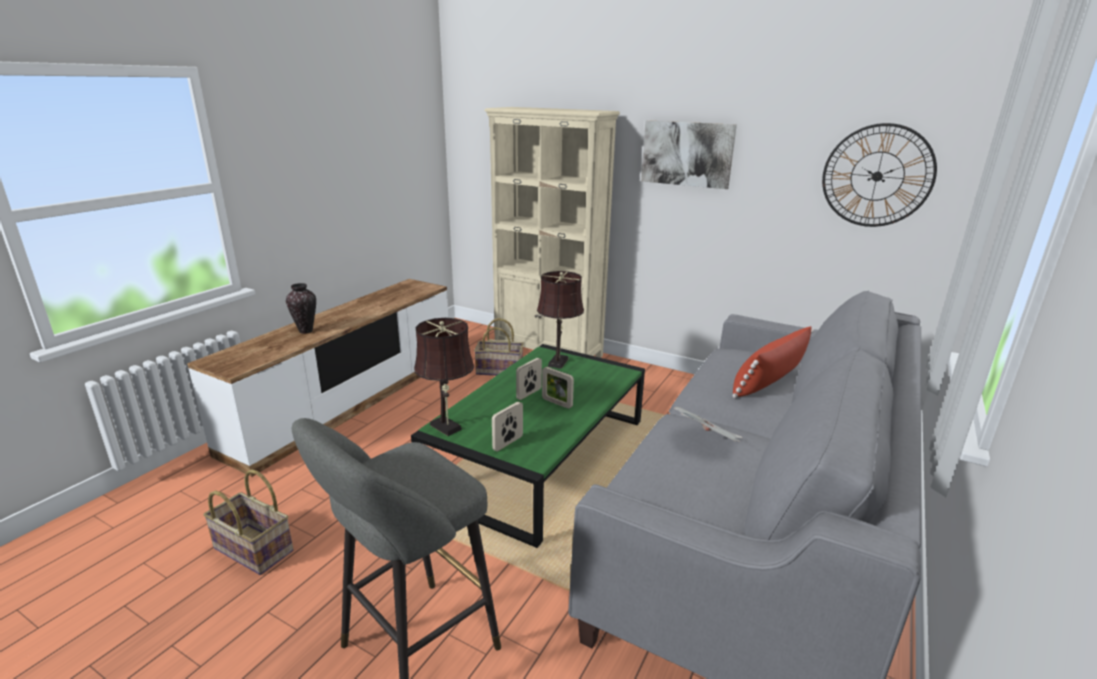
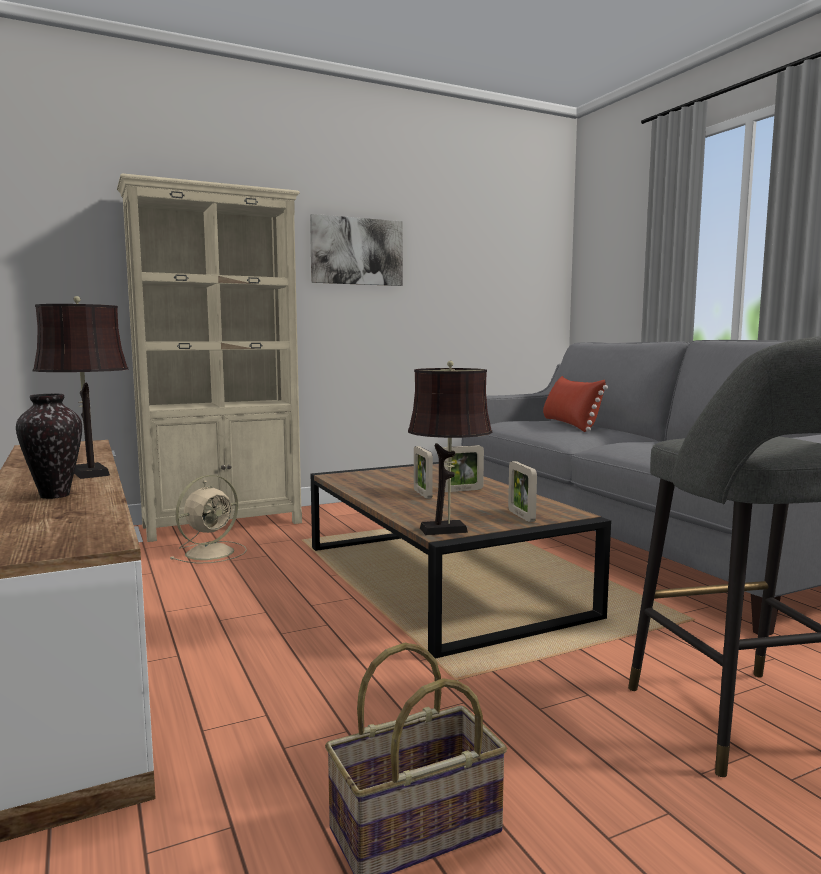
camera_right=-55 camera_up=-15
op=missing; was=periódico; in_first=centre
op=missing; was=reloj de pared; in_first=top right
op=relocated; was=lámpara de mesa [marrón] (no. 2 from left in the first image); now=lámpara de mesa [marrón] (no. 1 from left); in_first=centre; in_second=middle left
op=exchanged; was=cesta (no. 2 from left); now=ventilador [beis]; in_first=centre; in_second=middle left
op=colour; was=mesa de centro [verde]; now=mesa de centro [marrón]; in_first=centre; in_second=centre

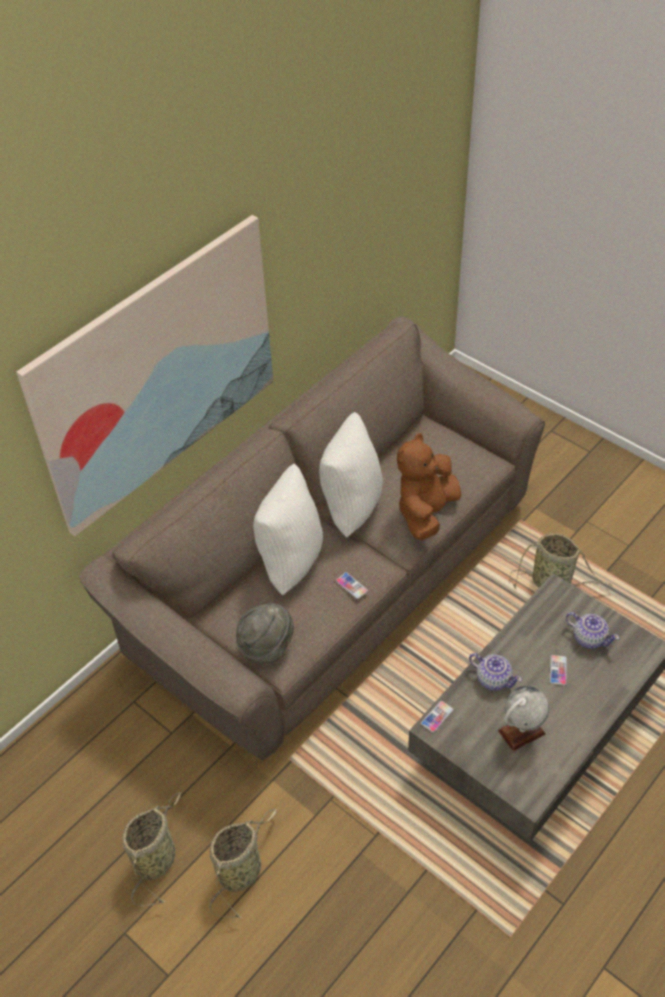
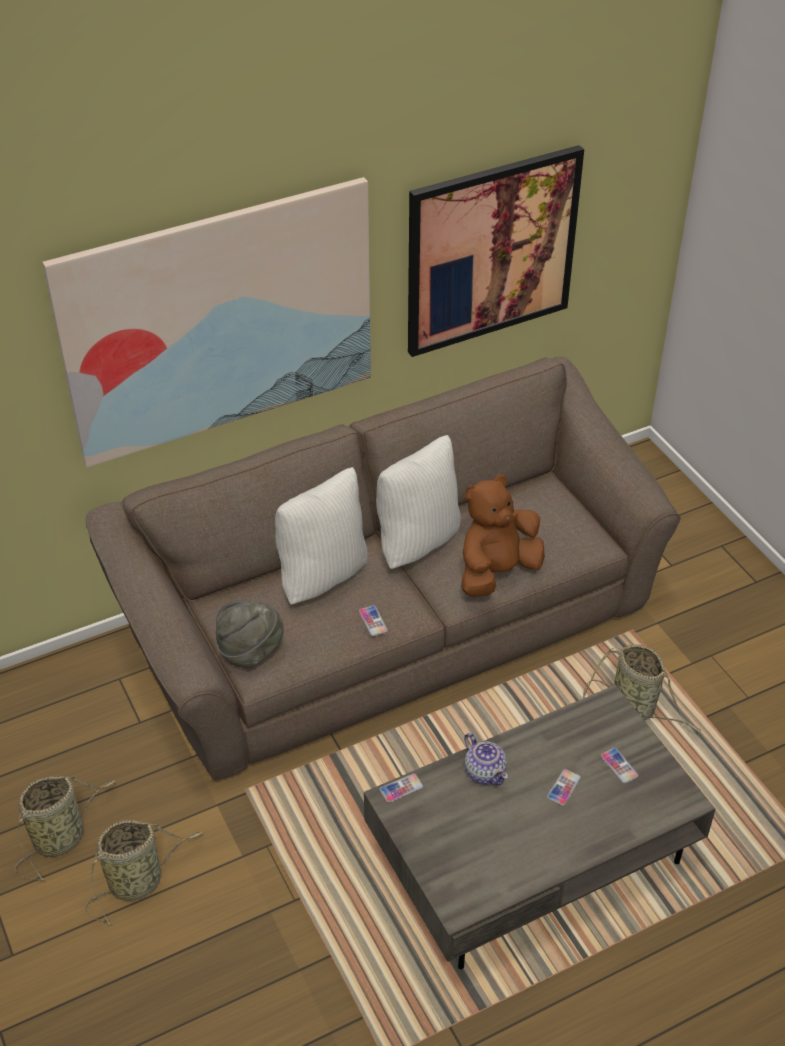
camera_right=20 camera_up=-5
op=missing; was=globo terráqueo; in_first=bottom right
op=appeared; now=cuadro (no. 2 from left); in_second=top centre
op=exchanged; was=tetera (no. 2 from left); now=móvil (no. 4 from left); in_first=middle right; in_second=bottom right

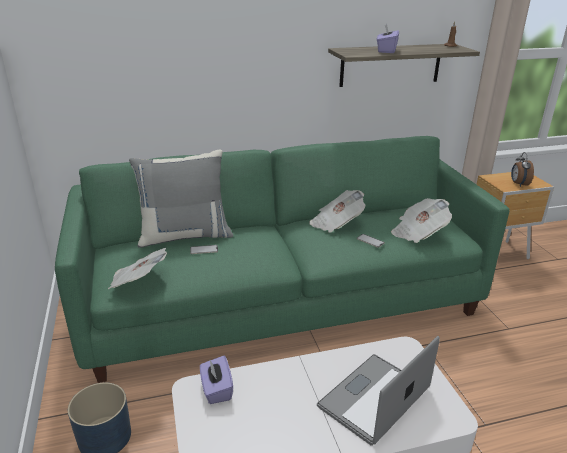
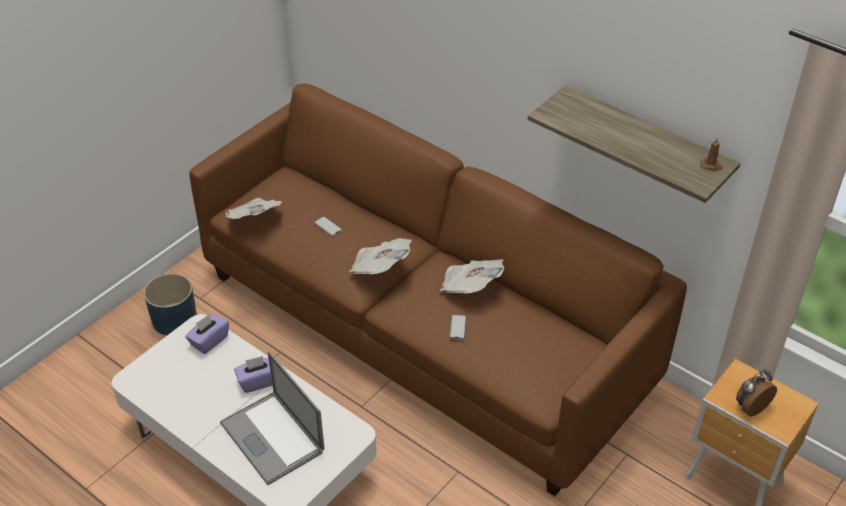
camera_right=55 camera_up=15
op=missing; was=cojín [gris]; in_first=middle left
op=relocated; was=caja de pañuelos [morado] (no. 2 from left); in_first=top right; in_second=bottom left
op=relocated; was=periódico (no. 3 from left in the first image); now=periódico (no. 2 from left); in_first=middle right; in_second=centre
op=colour; was=sofá [verde]; now=sofá [marrón]; in_first=centre; in_second=centre
op=spun; was=portátil; in_first=bottom right; in_second=bottom left; clockwise=-135

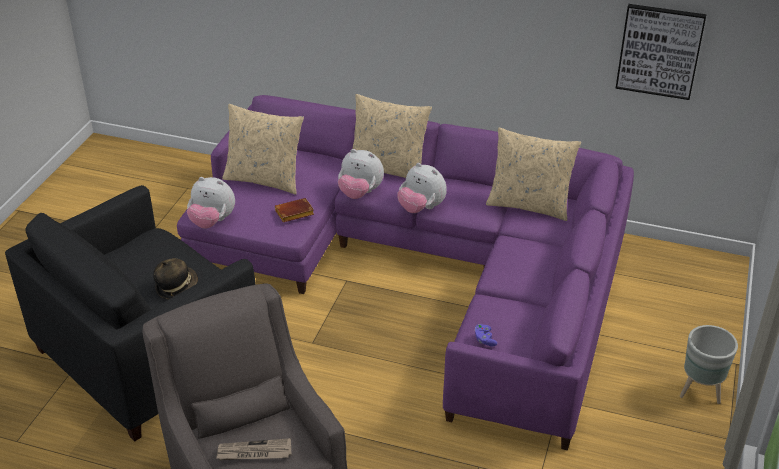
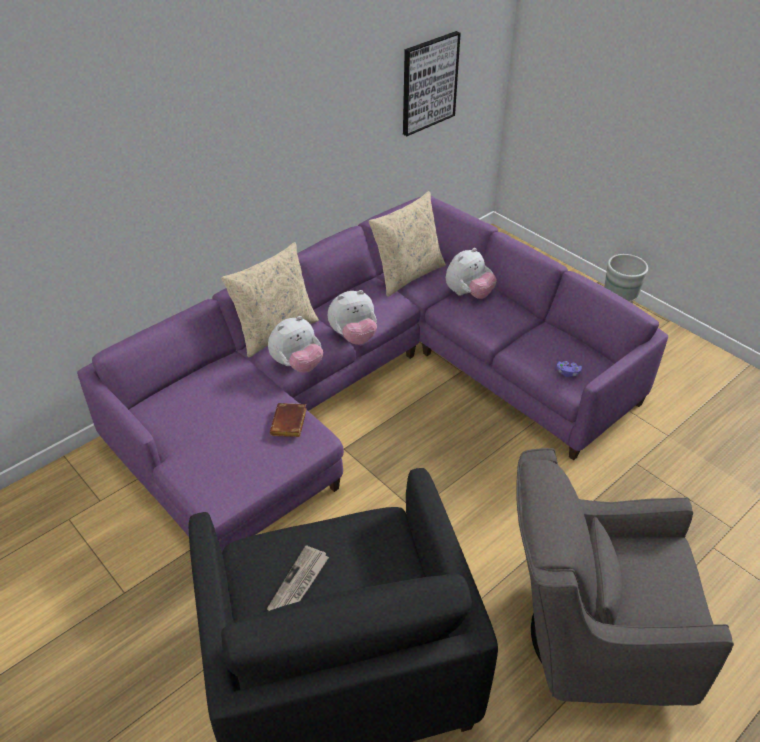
camera_right=-60 camera_up=5
op=missing; was=sombrero; in_first=middle left
op=missing; was=cojín [beis] (no. 1 from left); in_first=top centre
op=relocated; was=peluche (no. 1 from left in the first image); now=peluche (no. 3 from left); in_first=middle left; in_second=centre
op=relocated; was=periódico; in_first=bottom left; in_second=bottom centre

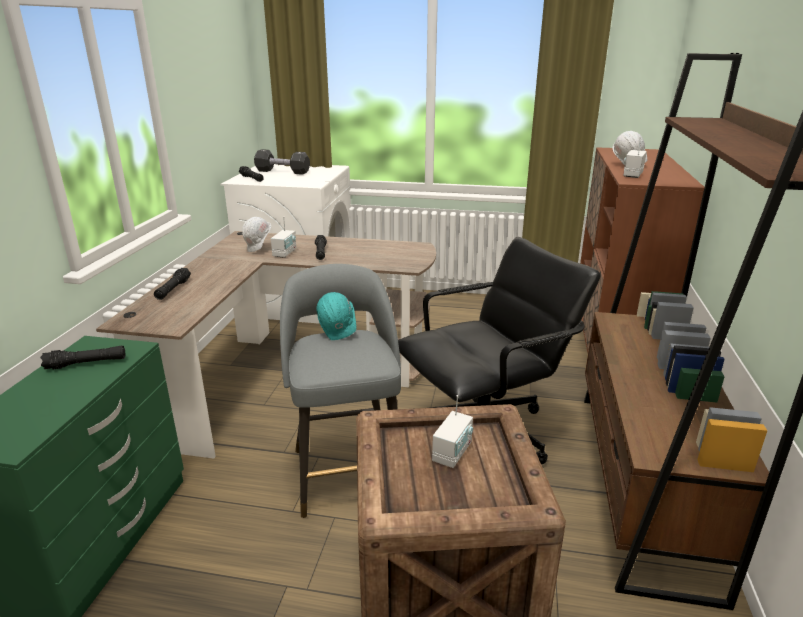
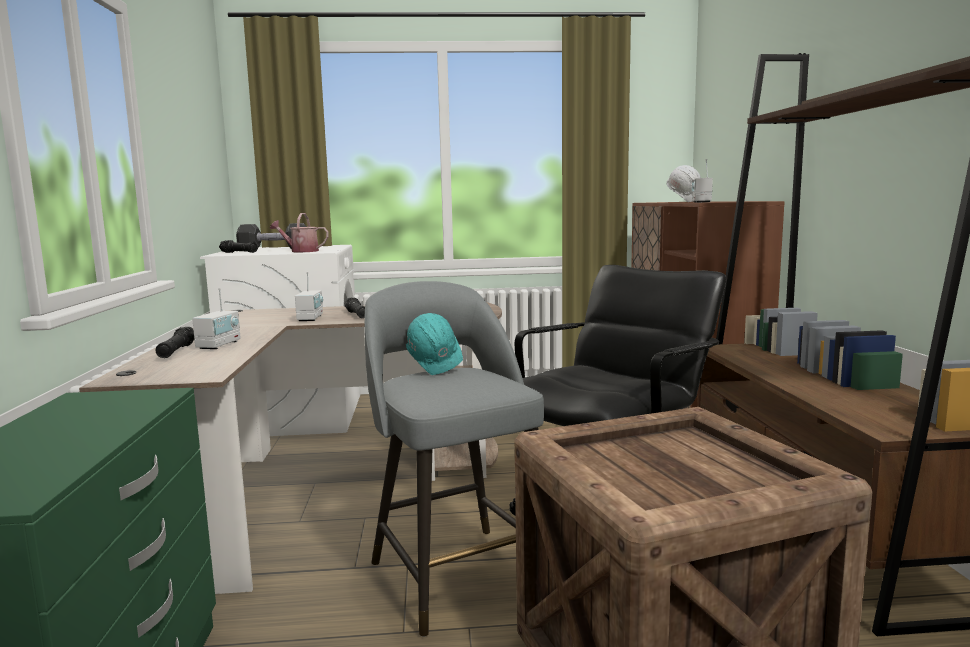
camera_right=-15 camera_up=-15
op=missing; was=linterna [negro] (no. 1 from left); in_first=middle left
op=missing; was=casco [blanco] (no. 1 from left); in_first=middle left
op=appeared; now=regadera; in_second=middle left
op=relocated; was=radio (no. 2 from left in the first image); now=radio (no. 1 from left); in_first=bottom centre; in_second=middle left

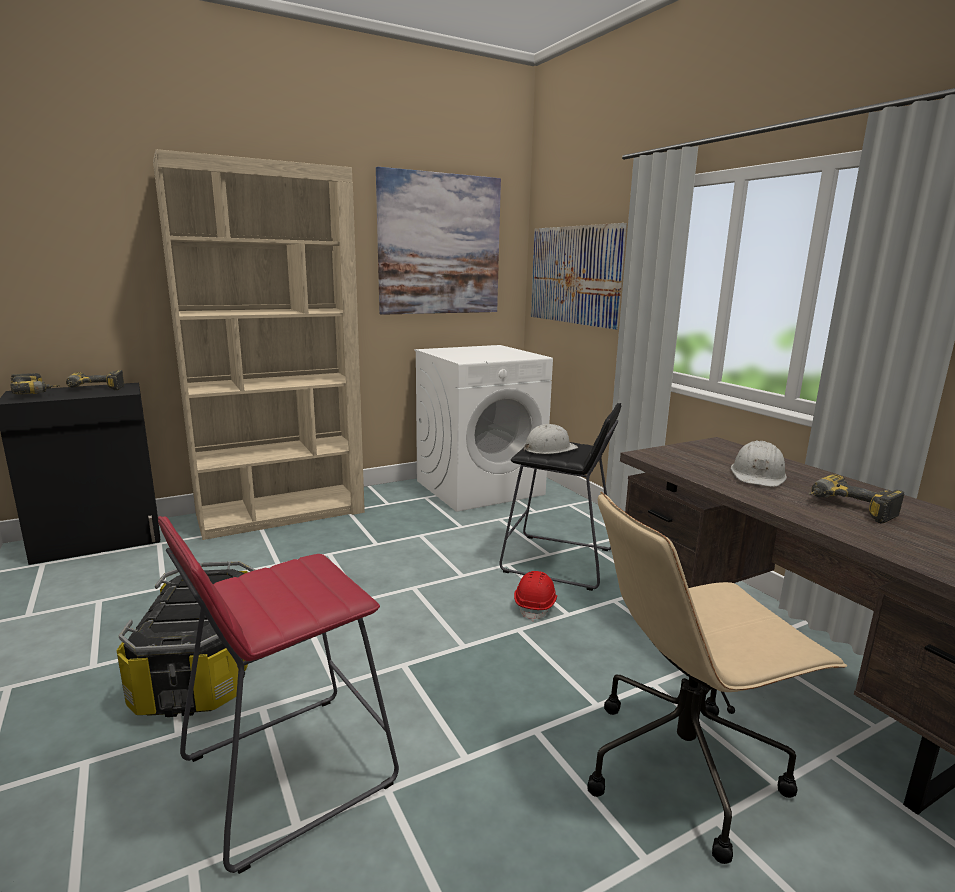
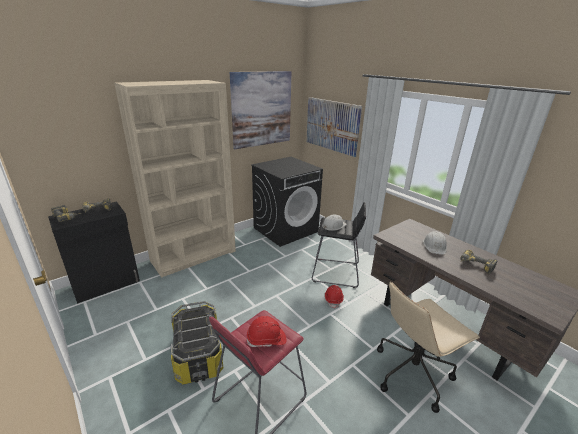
camera_right=-10 camera_up=10
op=appeared; now=casco [rojo] (no. 1 from left); in_second=bottom centre
op=colour; was=lavadora [blanco]; now=lavadora [negro]; in_first=centre; in_second=centre

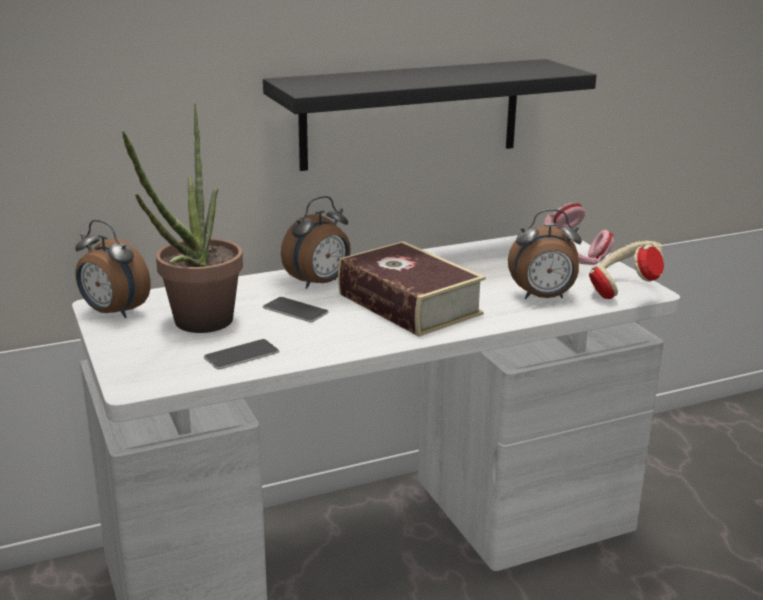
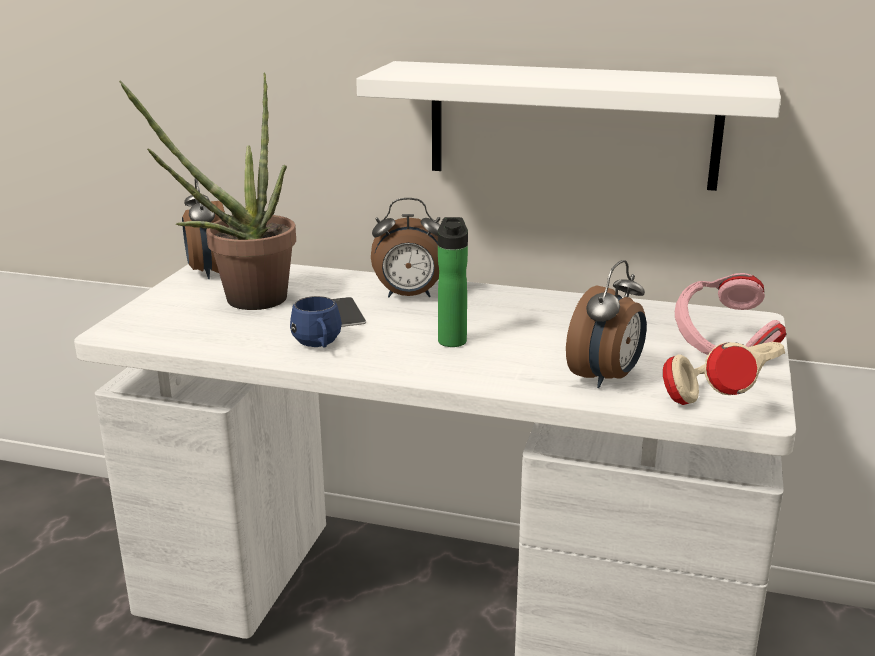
camera_right=40 camera_up=0
op=missing; was=móvil (no. 1 from left); in_first=middle left
op=appeared; now=taza grande [azul]; in_second=centre
op=exchanged; was=libro; now=botella; in_first=centre; in_second=centre
op=colour; was=estante [negro]; now=estante [blanco]; in_first=top centre; in_second=top centre
op=spun; was=despertador (no. 3 from left); in_first=middle right; in_second=middle right; clockwise=-90

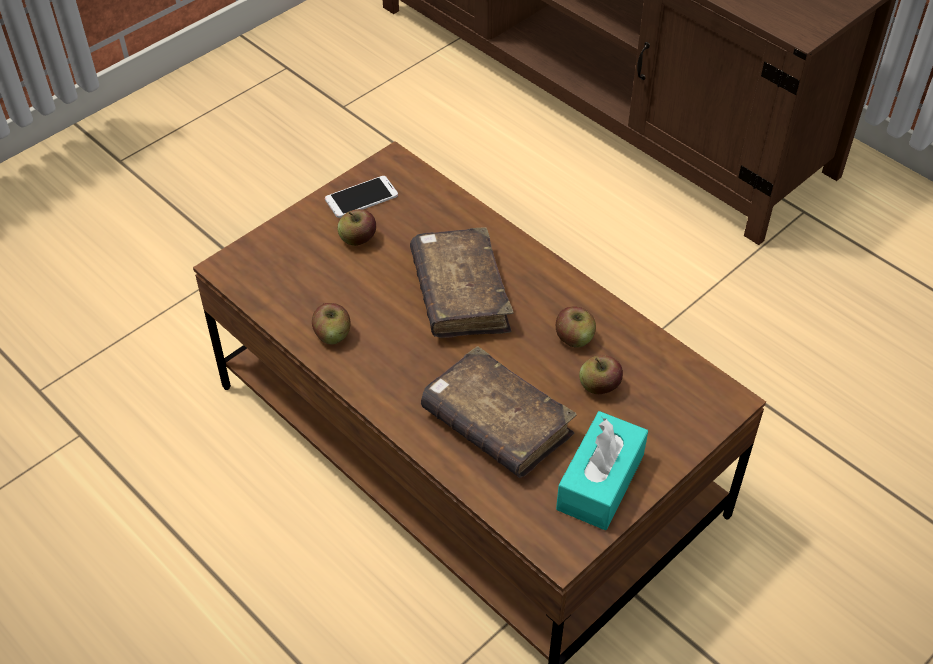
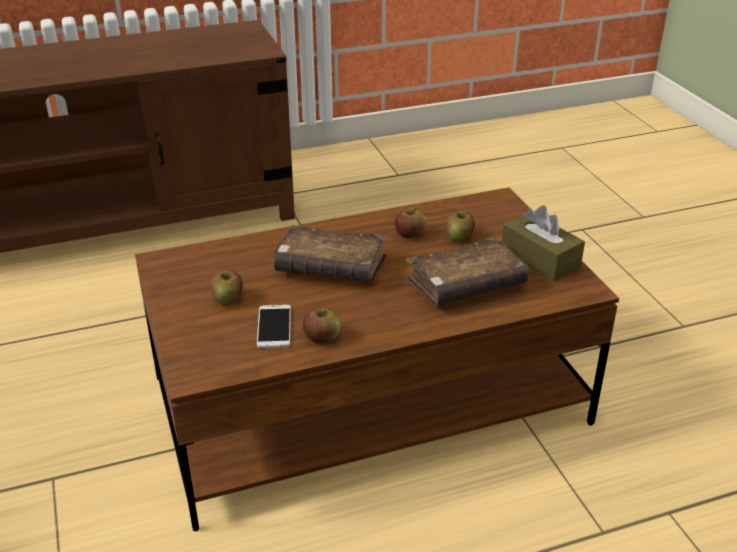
camera_right=-65 camera_up=-15
op=relocated; was=móvil; in_first=top centre; in_second=centre
op=colour; was=caja de pañuelos [turquesa]; now=caja de pañuelos [marrón]; in_first=bottom centre; in_second=middle right

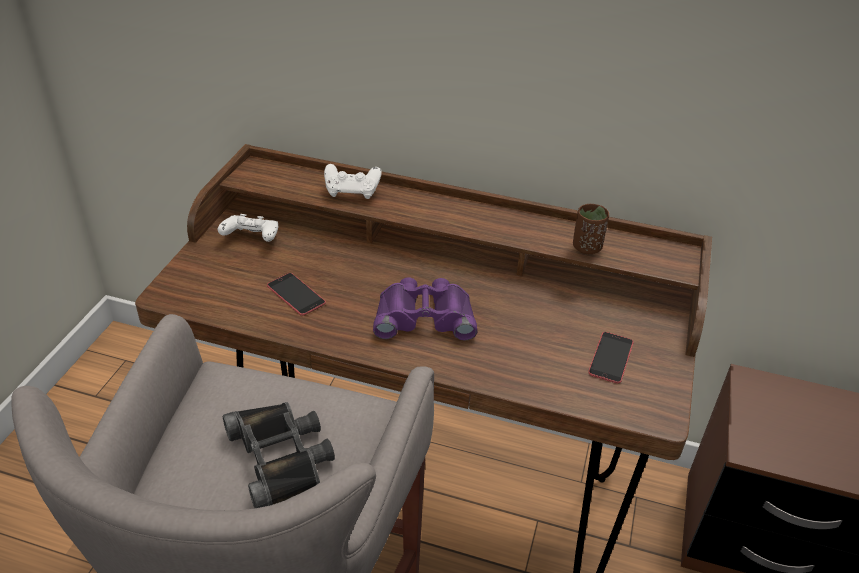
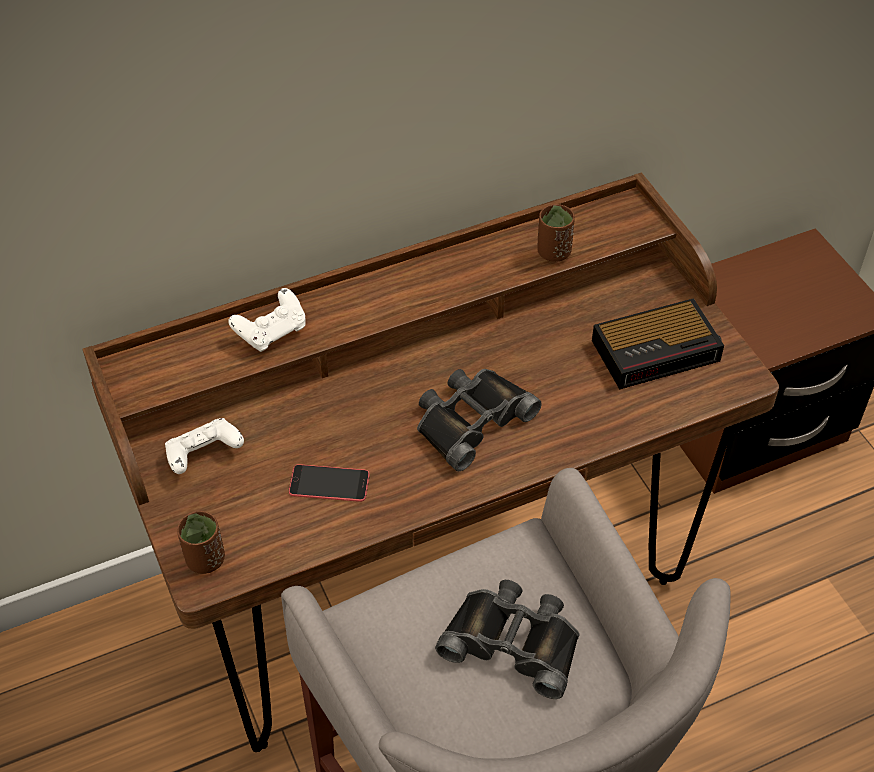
camera_right=-40 camera_up=10
op=appeared; now=taza [marrón] (no. 1 from left); in_second=bottom left
op=exchanged; was=móvil (no. 2 from left); now=despertador; in_first=middle right; in_second=middle right
op=colour; was=prismáticos [morado]; now=prismáticos [negro] (no. 1 from left); in_first=centre; in_second=centre

